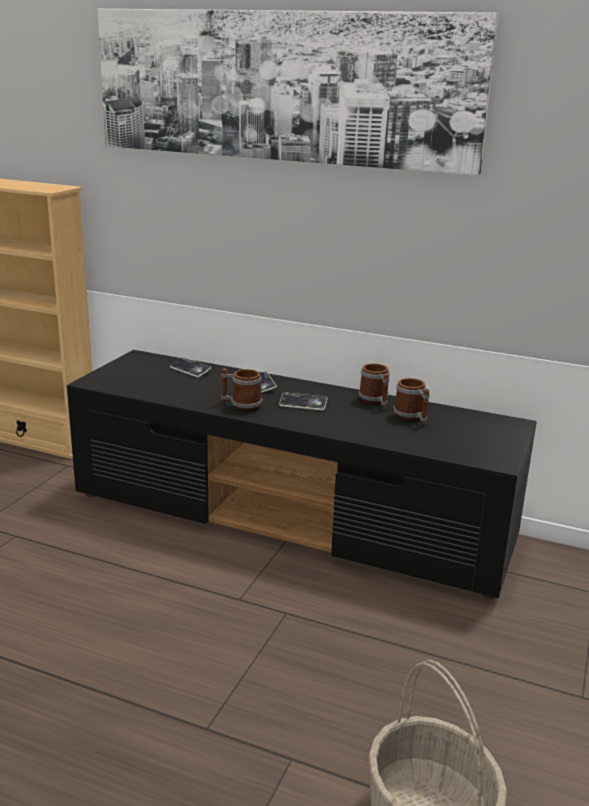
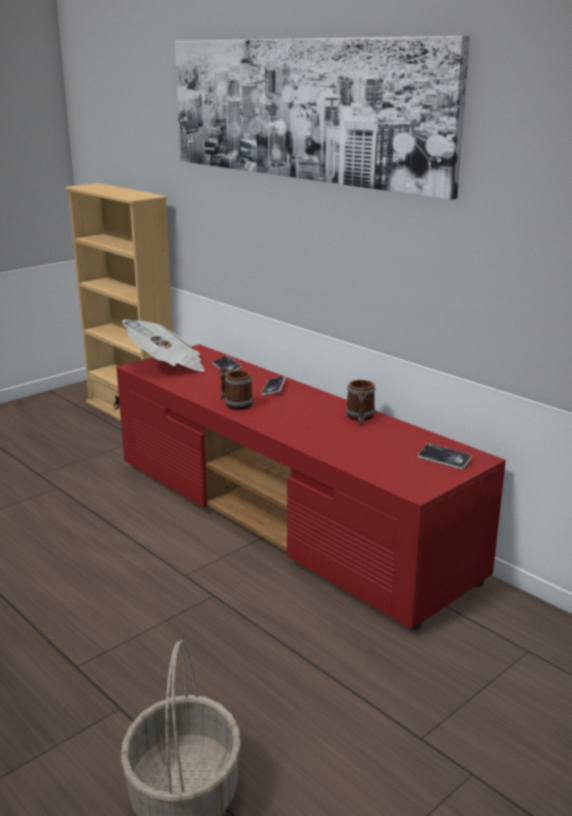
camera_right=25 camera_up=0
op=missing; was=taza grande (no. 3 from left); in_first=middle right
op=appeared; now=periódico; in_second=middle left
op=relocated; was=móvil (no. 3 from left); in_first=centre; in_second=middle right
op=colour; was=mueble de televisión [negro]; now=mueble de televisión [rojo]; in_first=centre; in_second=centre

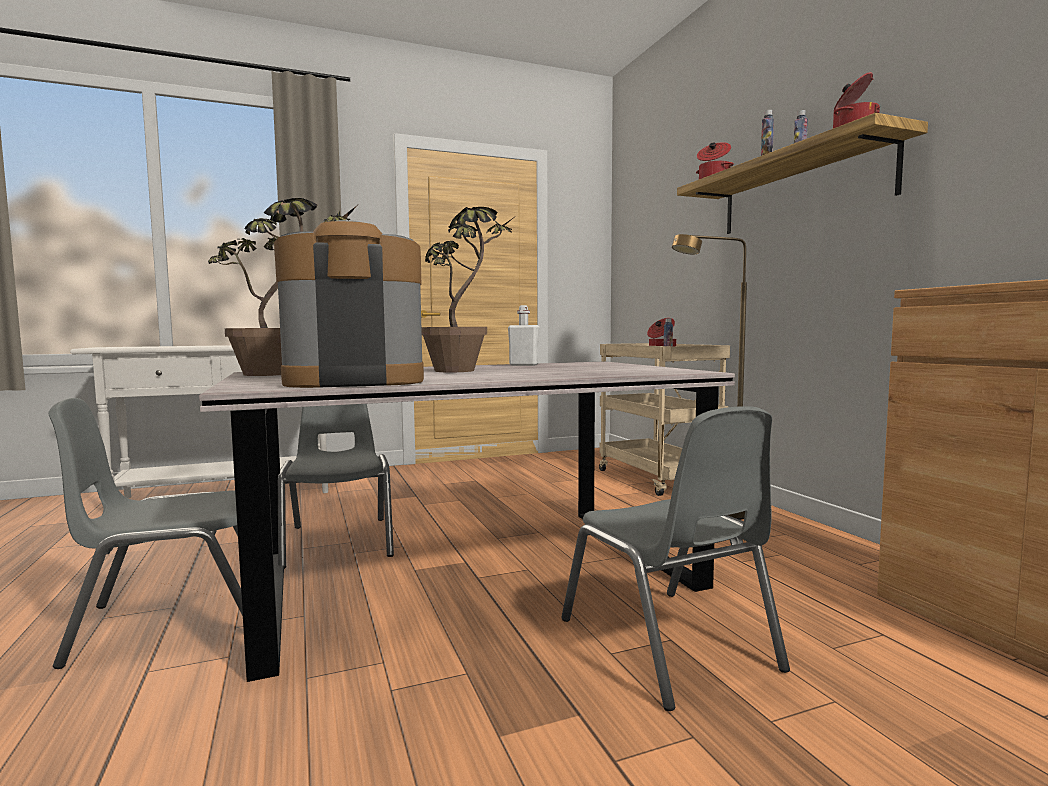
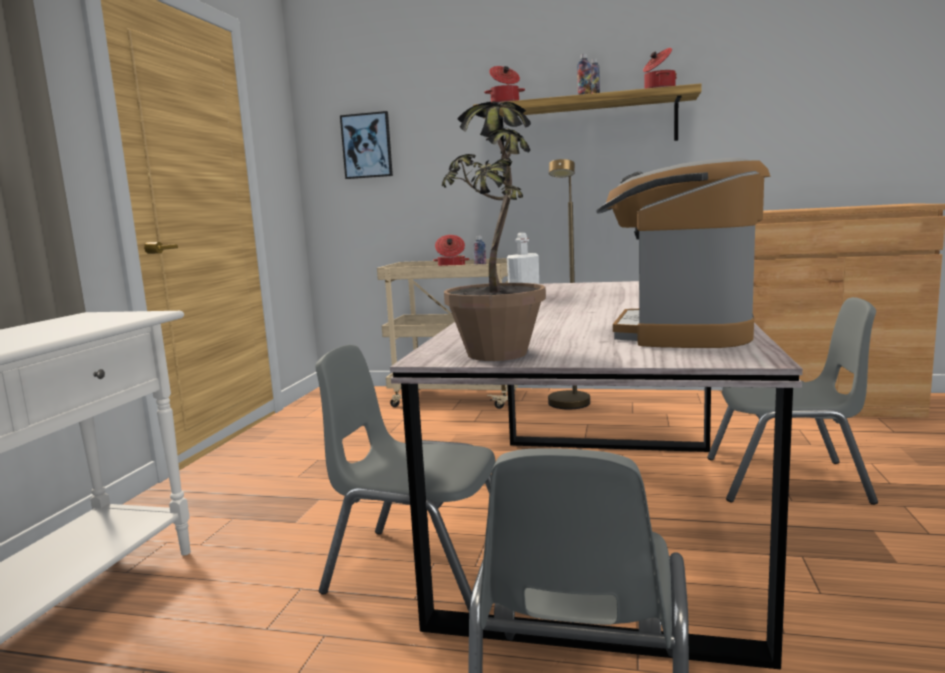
camera_right=-55 camera_up=5
op=missing; was=planta en maceta (no. 2 from left); in_first=centre
op=appeared; now=cuadro; in_second=top centre

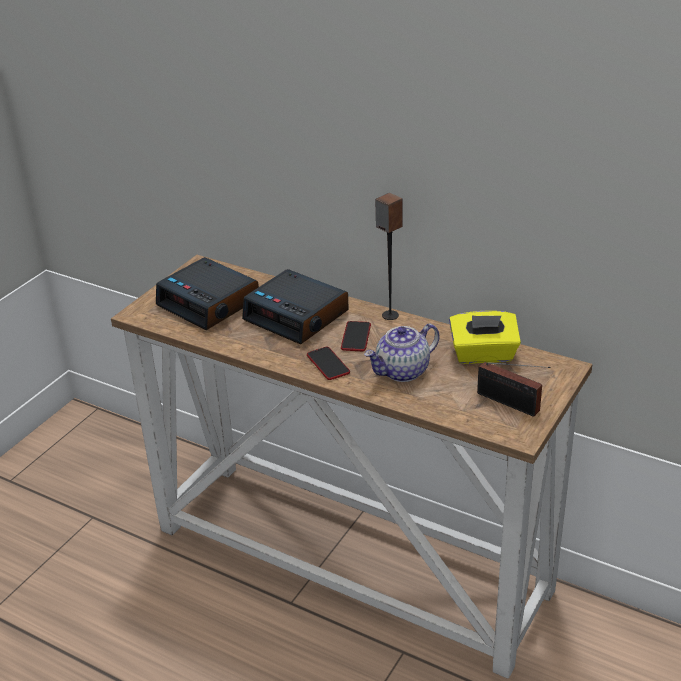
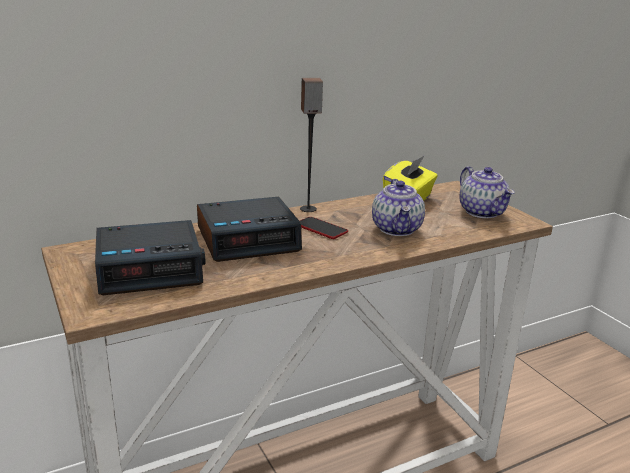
camera_right=-60 camera_up=-10
op=missing; was=móvil (no. 1 from left); in_first=centre
op=exchanged; was=radio; now=tetera (no. 2 from left); in_first=middle right; in_second=middle right

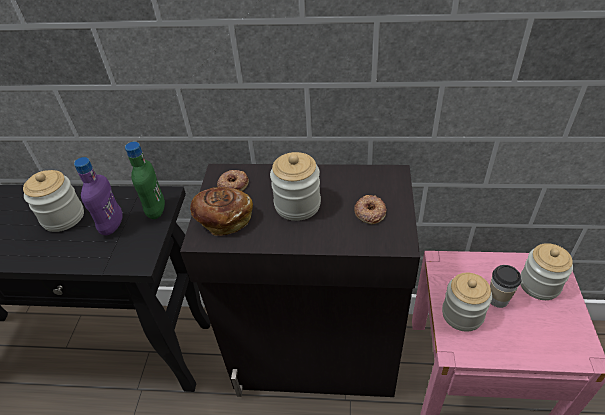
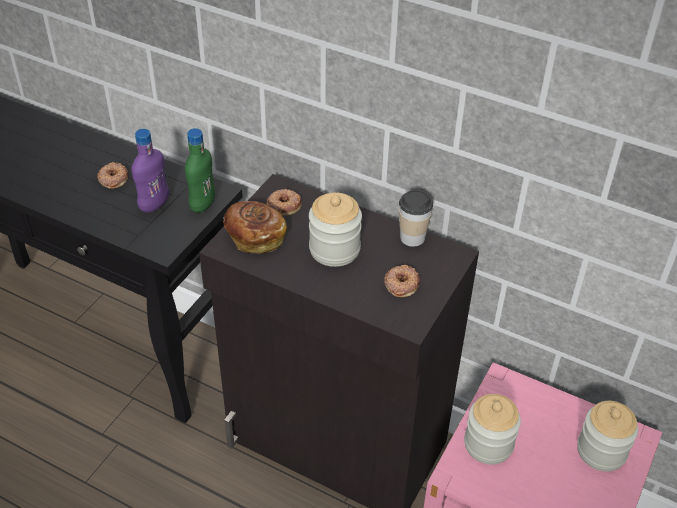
camera_right=20 camera_up=0
op=relocated; was=taza; in_first=bottom right; in_second=centre
op=exchanged; was=tarro (no. 1 from left); now=rosquilla (no. 1 from left); in_first=middle left; in_second=middle left

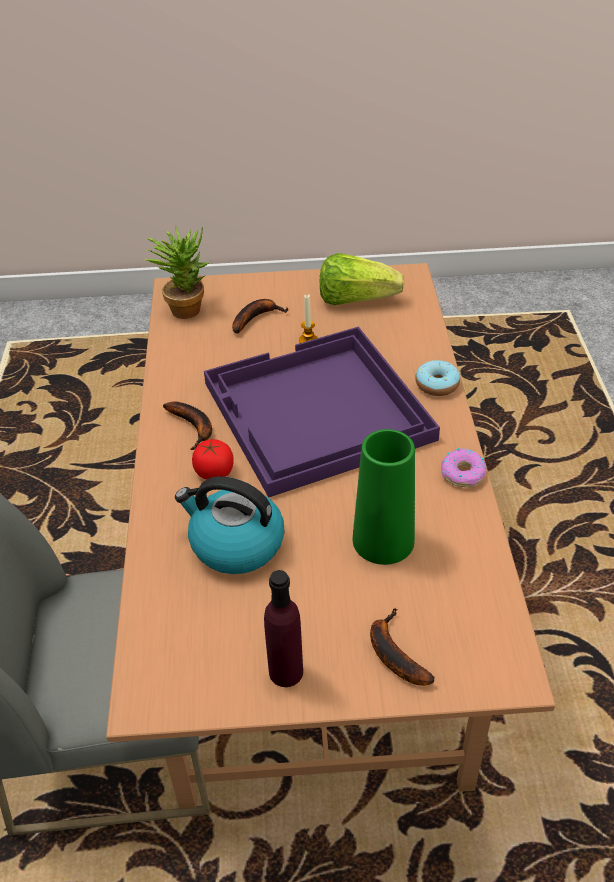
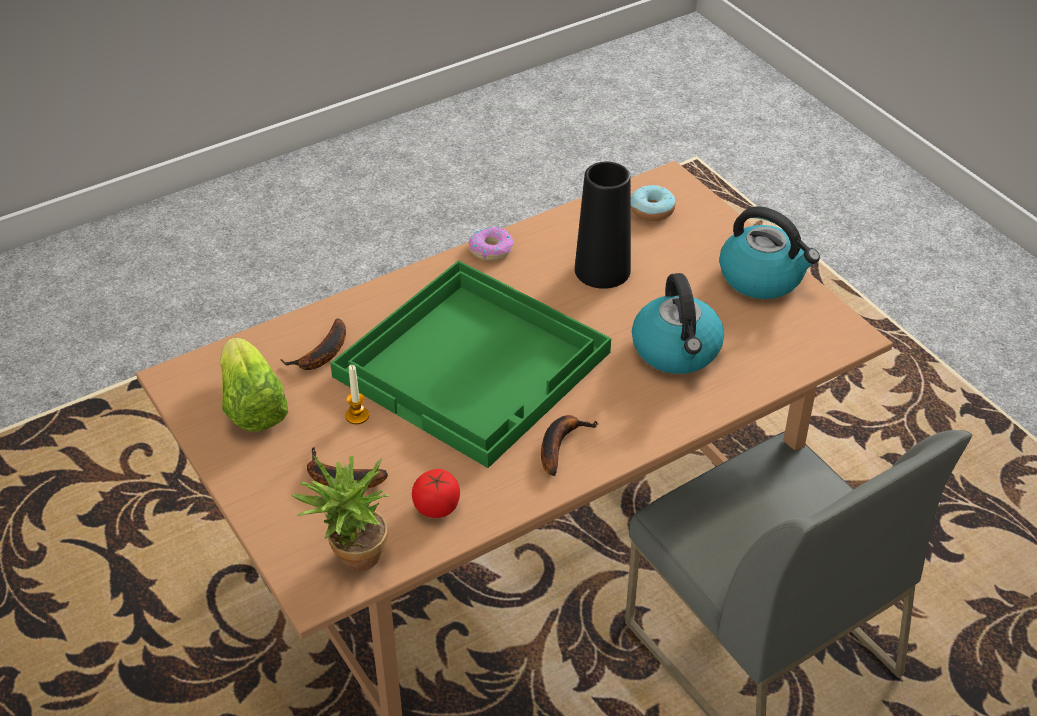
camera_right=-120 camera_up=0
op=relocated; was=tomate; in_first=centre; in_second=bottom centre
op=relocated; was=plátano (no. 3 from left in the first image); now=plátano (no. 1 from left); in_first=bottom centre; in_second=middle left
op=relocated; was=rosquilla (no. 1 from left in the first image); now=rosquilla (no. 2 from left); in_first=middle right; in_second=top centre
op=exchanged; was=botella [morado]; now=hervidor (no. 2 from left); in_first=bottom centre; in_second=middle right
op=colour; was=bandeja [morado]; now=bandeja [verde]; in_first=centre; in_second=centre
op=colour; was=florero [verde]; now=florero [negro]; in_first=centre; in_second=top centre

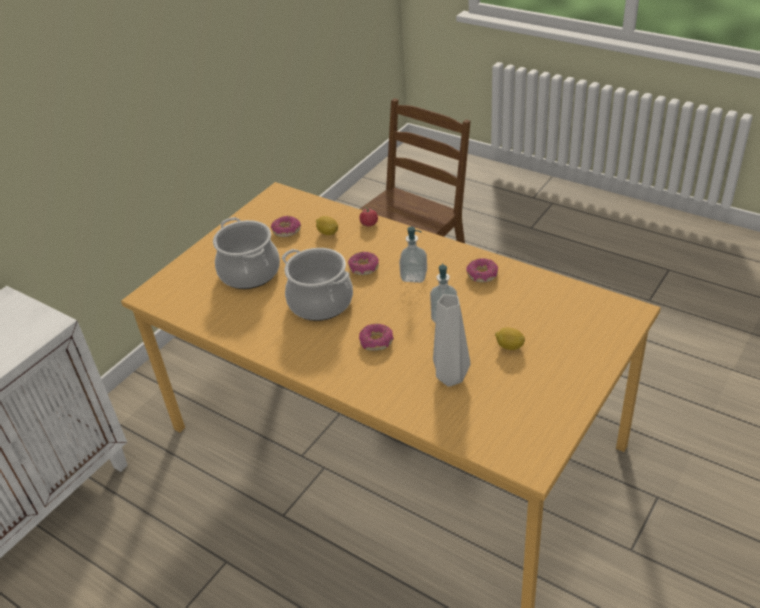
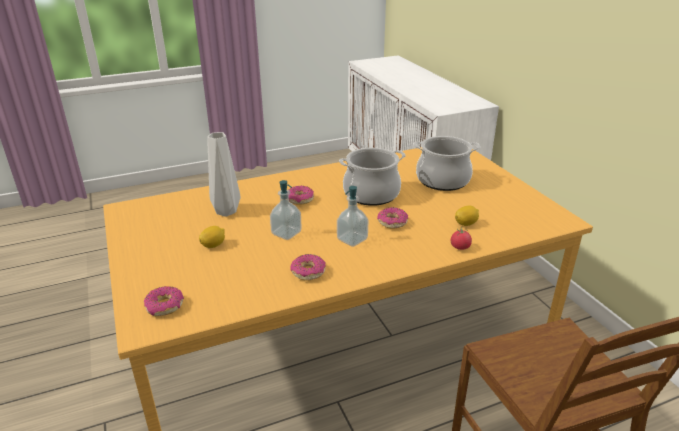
camera_right=120 camera_up=-10
op=relocated; was=rosquilla (no. 1 from left); in_first=centre; in_second=bottom left

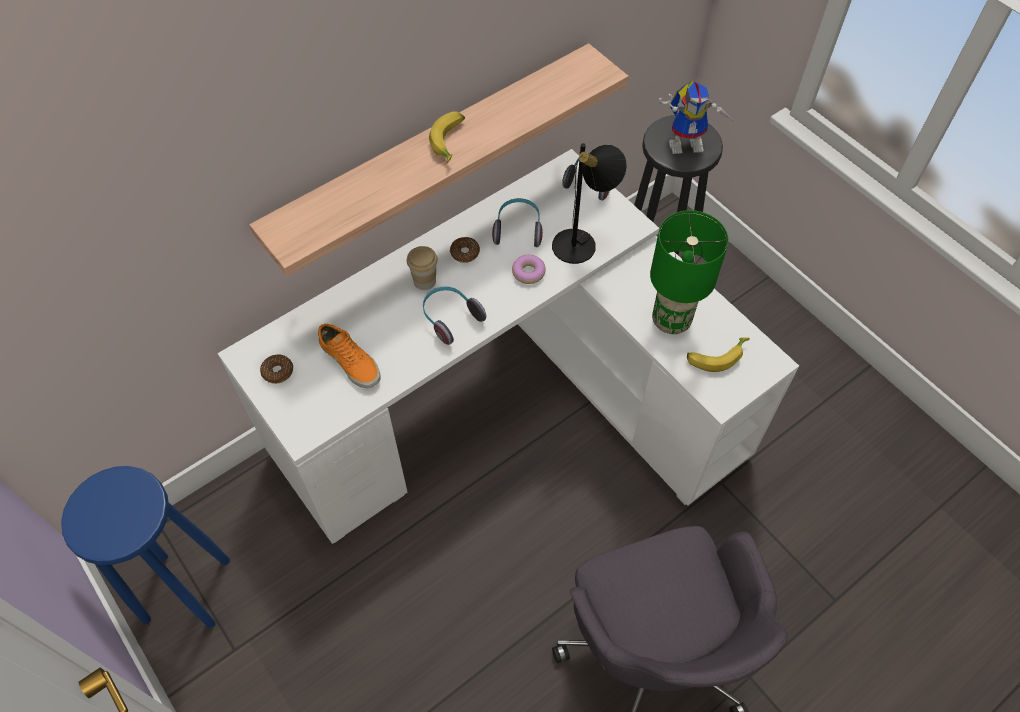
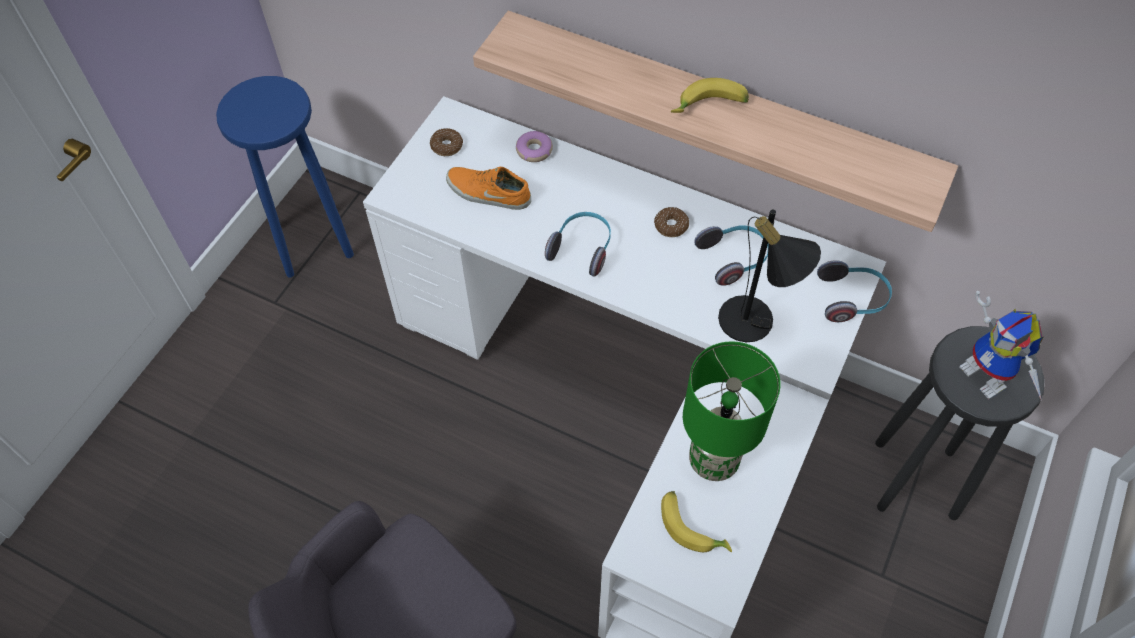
camera_right=65 camera_up=0
op=missing; was=taza; in_first=centre
op=relocated; was=rosquilla (no. 3 from left in the first image); now=rosquilla (no. 2 from left); in_first=centre; in_second=top centre
op=spun; was=zapato [naranja]; in_first=centre; in_second=top centre; clockwise=90

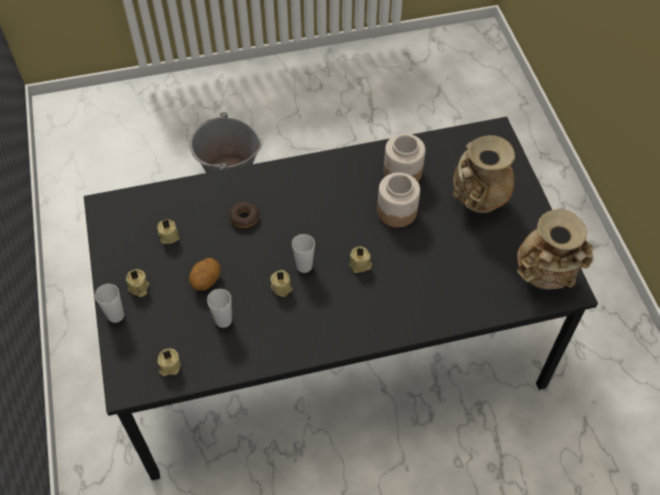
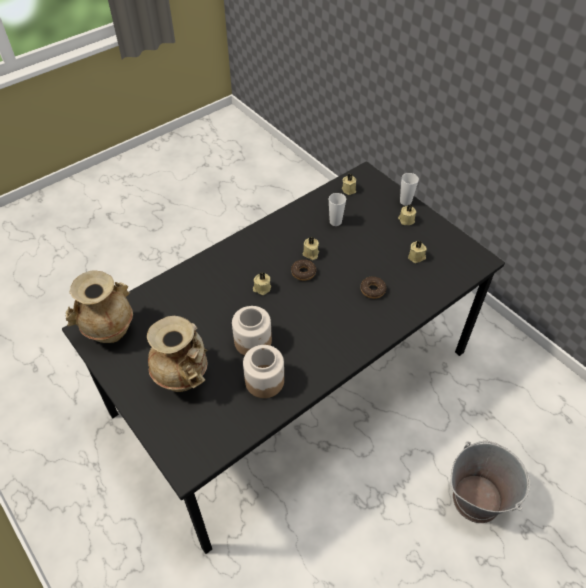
camera_right=155 camera_up=-5
op=missing; was=patata; in_first=middle left
op=exchanged; was=taza (no. 3 from left); now=rosquilla (no. 1 from left); in_first=centre; in_second=centre

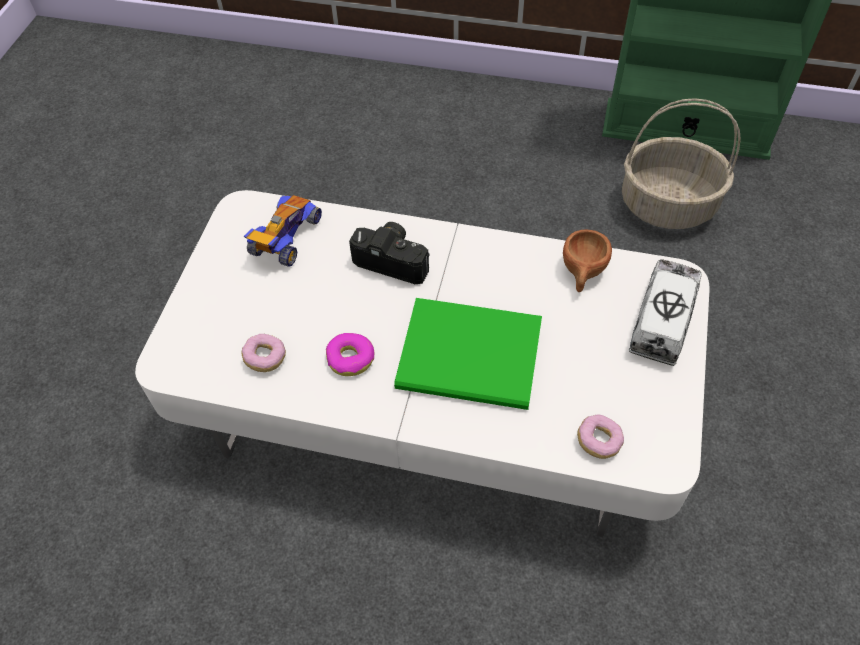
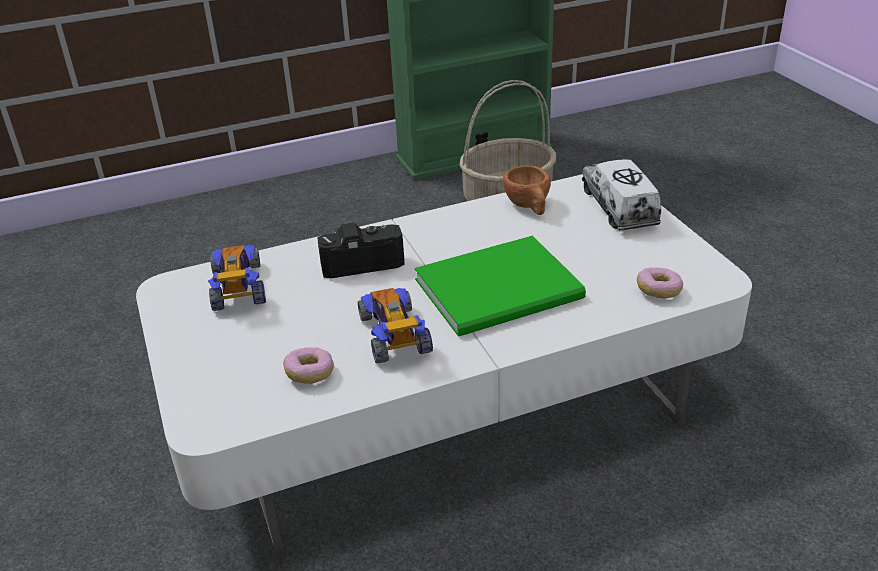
camera_right=-35 camera_up=-20
op=exchanged; was=rosquilla (no. 2 from left); now=coche de juguete (no. 2 from left); in_first=centre; in_second=centre

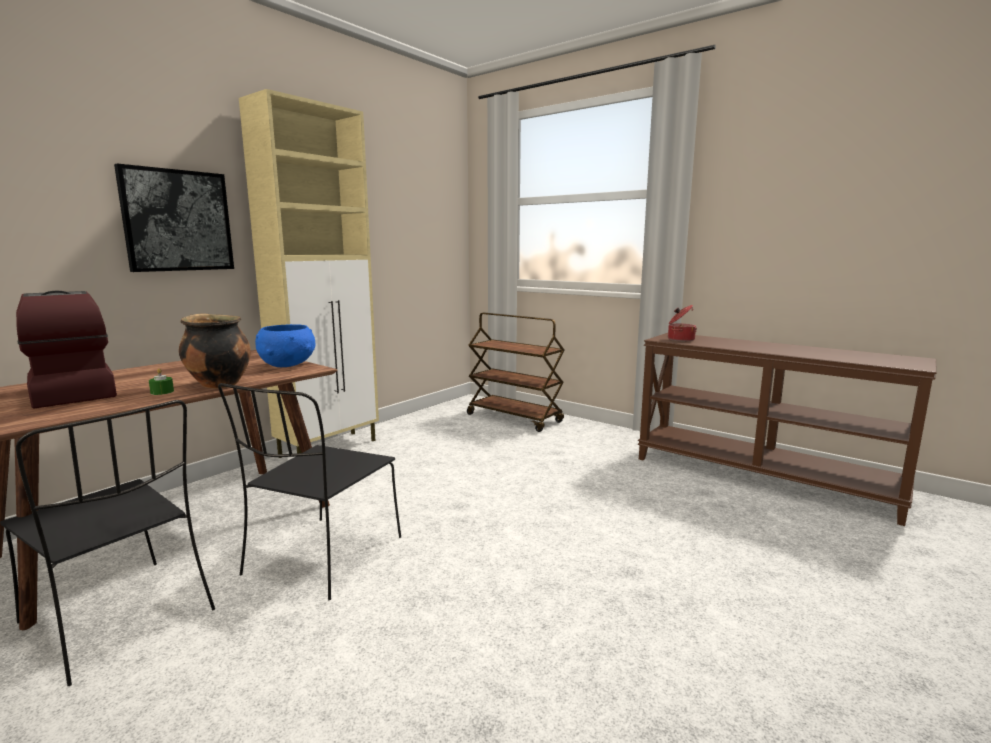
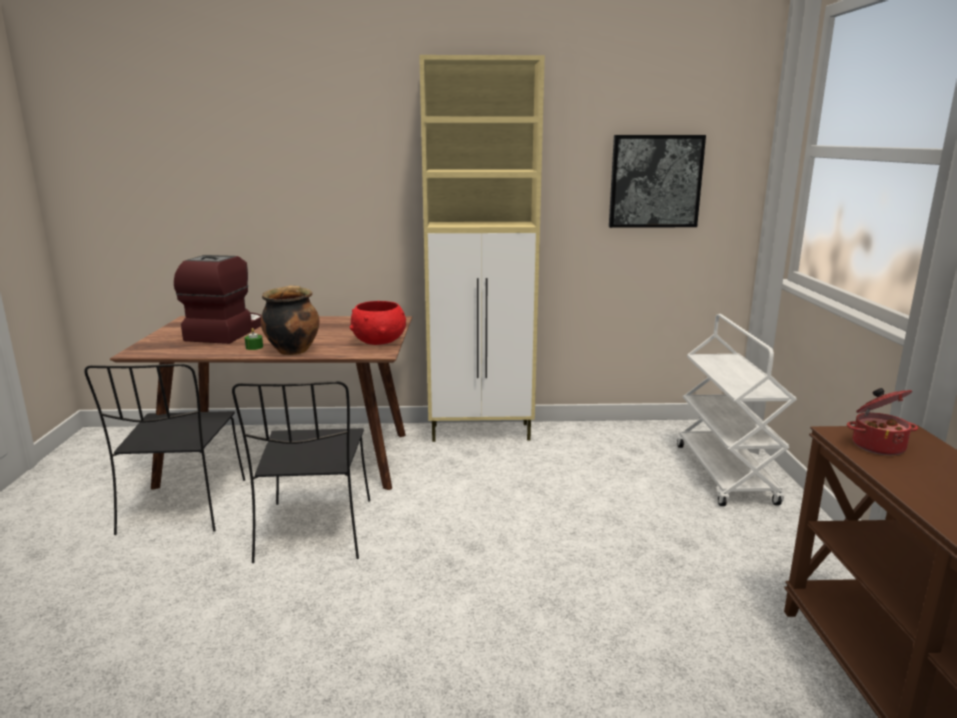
camera_right=50 camera_up=5
op=relocated; was=cuadro; in_first=top left; in_second=top right
op=colour; was=cuenco [azul]; now=cuenco [rojo]; in_first=middle left; in_second=centre
op=colour; was=carrito [marrón]; now=carrito [blanco]; in_first=centre; in_second=middle right
op=spun; was=silla [negro] (no. 2 from left); in_first=middle left; in_second=middle left; clockwise=-75

